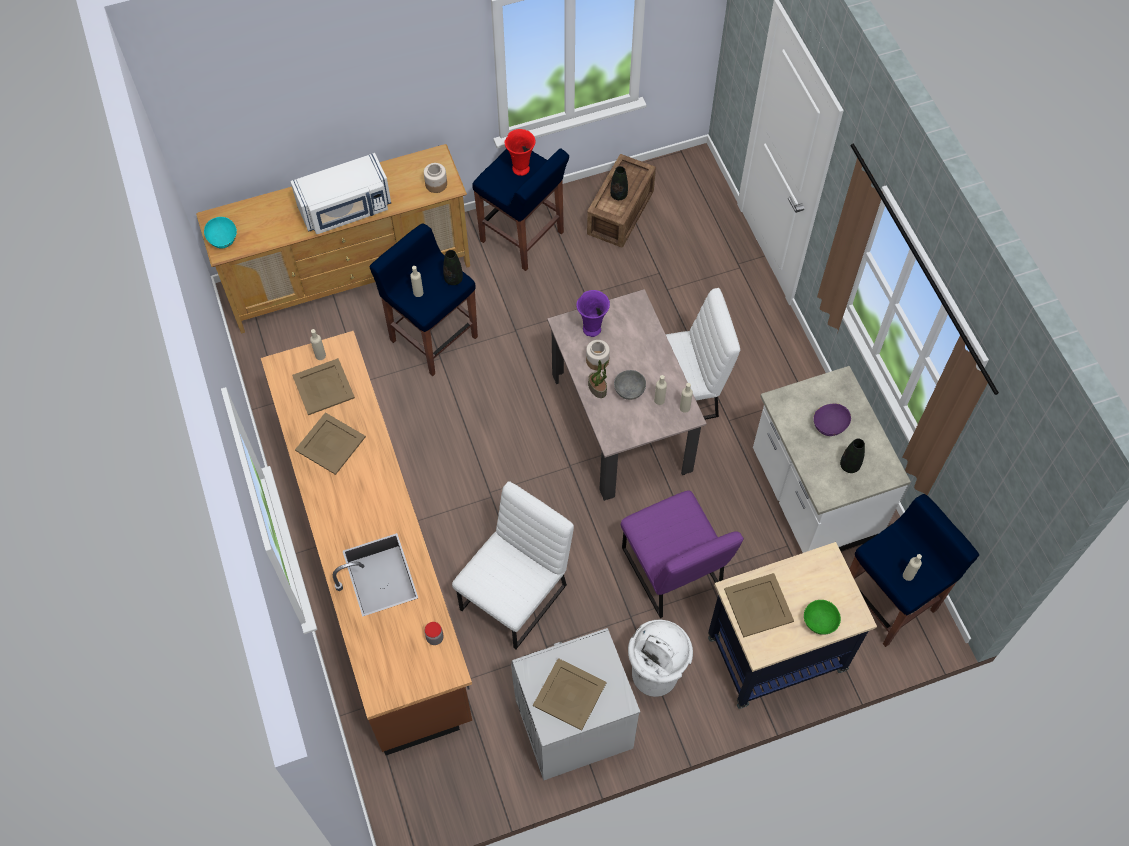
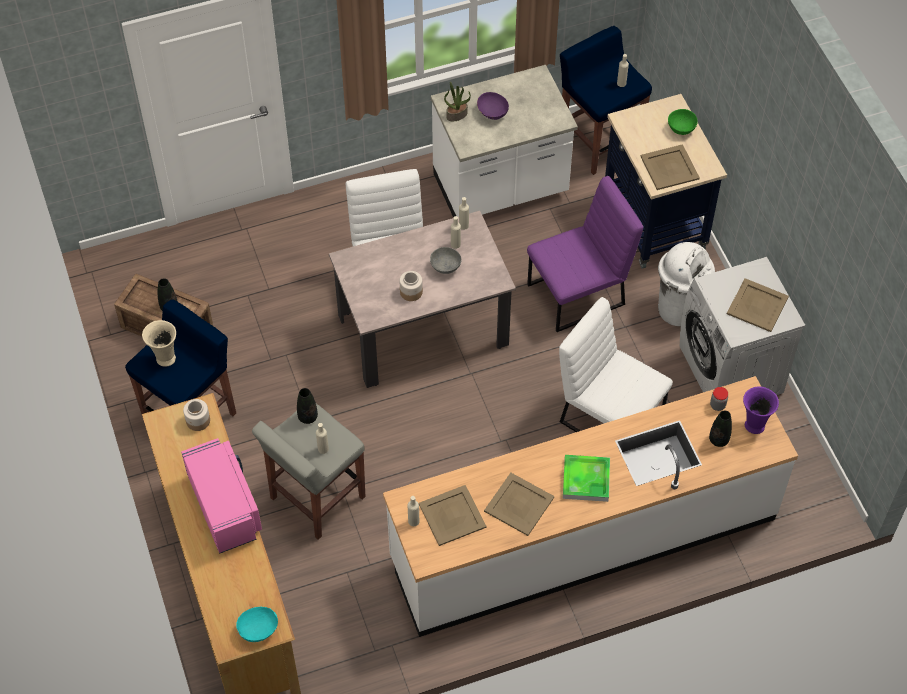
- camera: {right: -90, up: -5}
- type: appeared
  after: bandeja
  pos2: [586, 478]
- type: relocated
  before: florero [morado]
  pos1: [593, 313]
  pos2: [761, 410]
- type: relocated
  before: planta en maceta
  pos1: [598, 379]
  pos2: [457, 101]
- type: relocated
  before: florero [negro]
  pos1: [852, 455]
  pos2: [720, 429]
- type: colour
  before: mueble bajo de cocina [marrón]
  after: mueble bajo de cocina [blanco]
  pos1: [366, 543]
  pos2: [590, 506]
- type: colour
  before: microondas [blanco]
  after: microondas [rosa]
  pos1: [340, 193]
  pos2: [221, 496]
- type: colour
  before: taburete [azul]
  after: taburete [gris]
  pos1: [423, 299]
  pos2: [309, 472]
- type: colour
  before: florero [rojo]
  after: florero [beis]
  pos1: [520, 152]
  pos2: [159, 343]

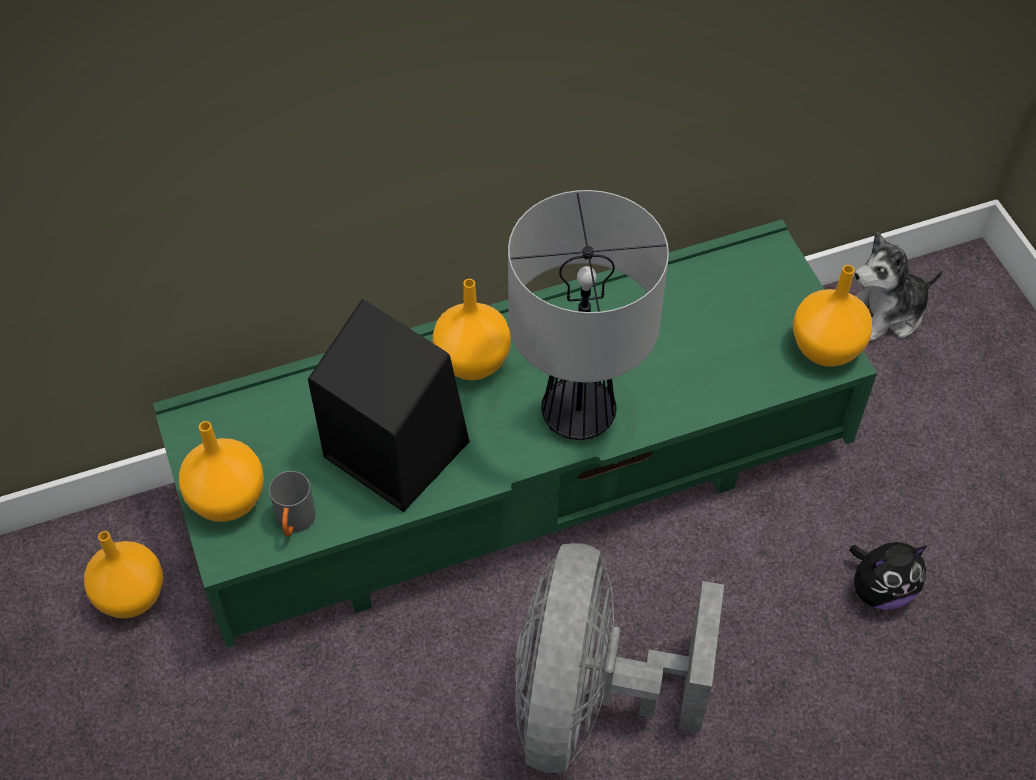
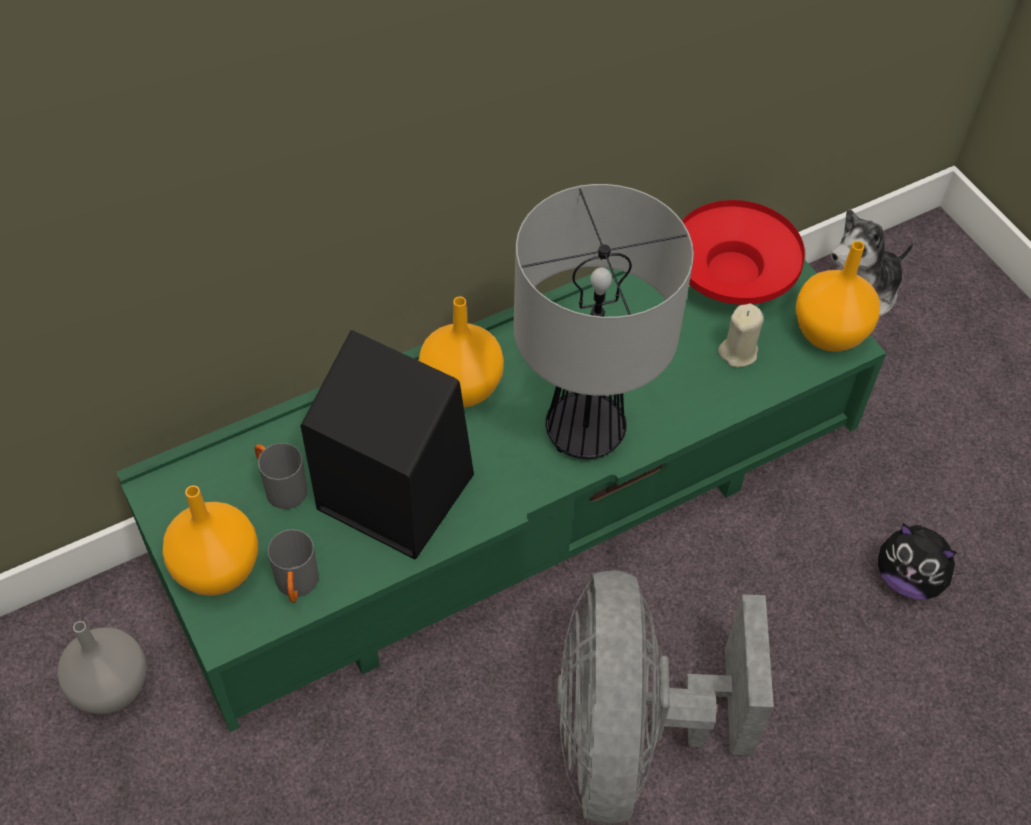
- camera: {right: -10, up: 0}
- type: appeared
  after: taza grande [gris]
  pos2: [281, 476]
- type: appeared
  after: cuenco [rojo]
  pos2: [743, 252]
- type: appeared
  after: vela [beis]
  pos2: [741, 335]
- type: colour
  before: florero [naranja]
  after: florero [gris]
  pos1: [123, 575]
  pos2: [102, 667]
- type: spun
  before: peluche
  pos1: [888, 576]
  pos2: [921, 561]
  turn: 60

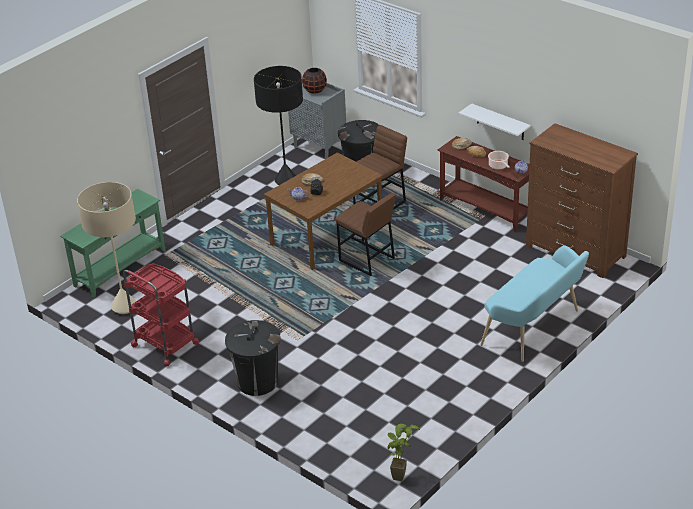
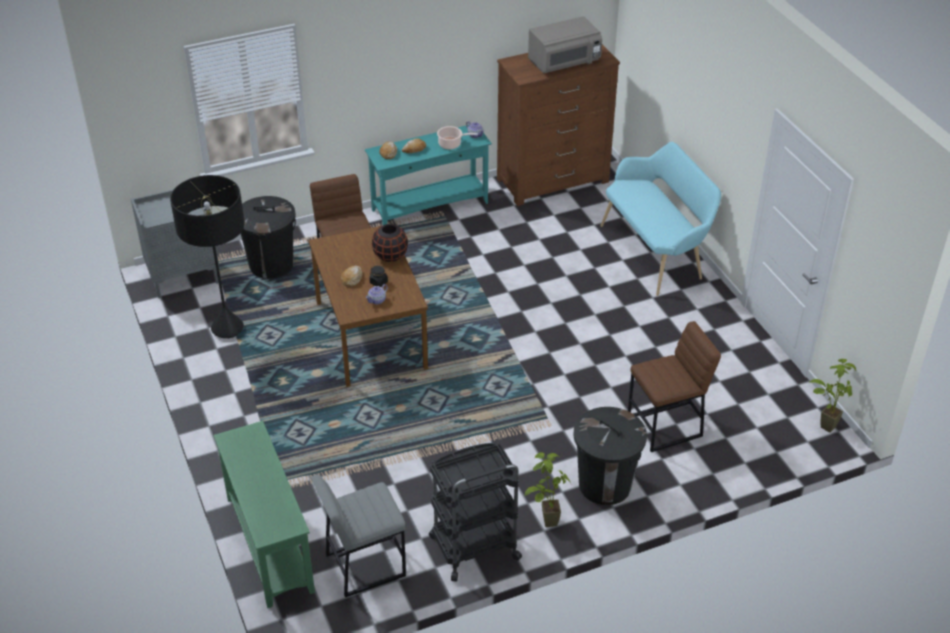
- camera: {right: -65, up: 5}
- type: missing
  before: estante [blanco]
  pos1: [494, 121]
- type: appeared
  after: planta en maceta
  pos2: [548, 489]
- type: appeared
  after: microondas [gris]
  pos2: [565, 44]
- type: relocated
  before: florero [negro]
  pos1: [314, 81]
  pos2: [390, 243]
- type: relocated
  before: silla [marrón]
  pos1: [365, 234]
  pos2: [674, 386]
- type: exchanged
  before: lámpara de pie [beis]
  after: silla [gris]
  pos1: [106, 248]
  pos2: [358, 536]
- type: colour
  before: carrito [rojo]
  after: carrito [negro]
  pos1: [161, 314]
  pos2: [475, 511]
- type: colour
  before: mesa consola [marrón]
  after: mesa consola [turquesa]
  pos1: [483, 184]
  pos2: [428, 175]

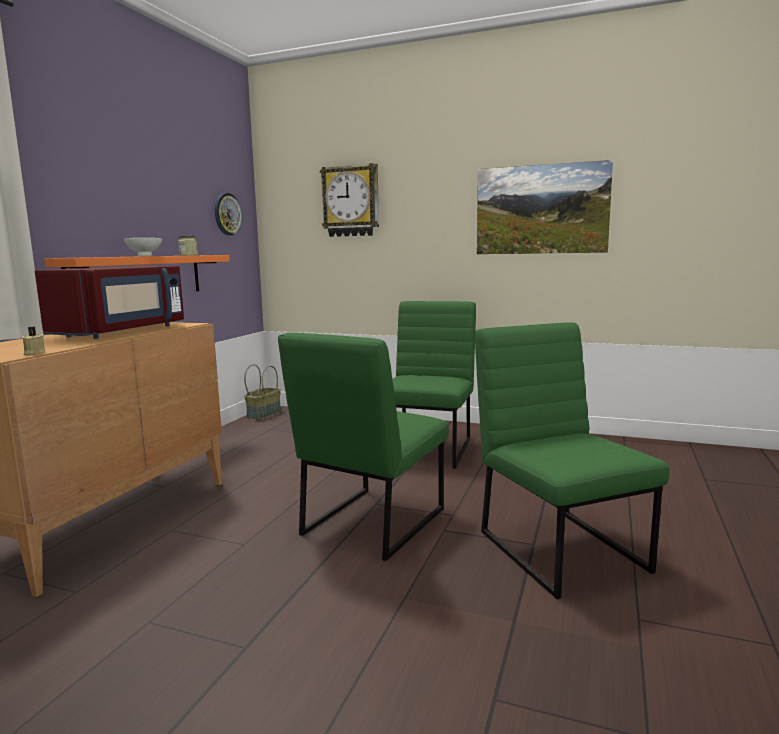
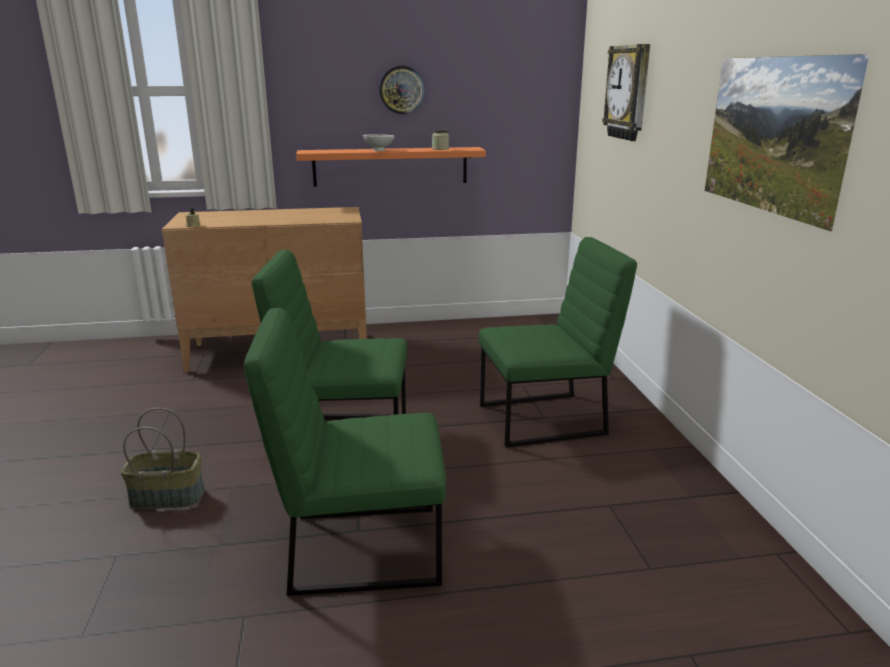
- camera: {right: 60, up: 10}
- type: missing
  before: microondas [rojo]
  pos1: [109, 302]
- type: relocated
  before: reloj de pared
  pos1: [228, 214]
  pos2: [402, 90]
- type: relocated
  before: cesta
  pos1: [262, 391]
  pos2: [162, 458]
- type: spun
  before: silla [verde]
  pos1: [572, 460]
  pos2: [345, 452]
  turn: -135

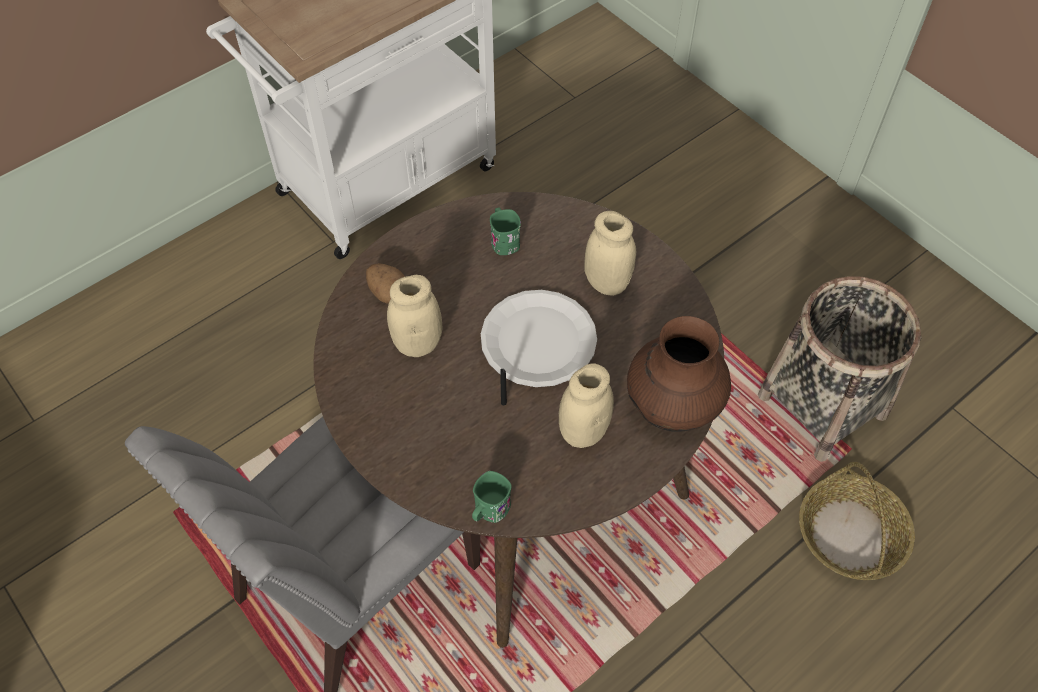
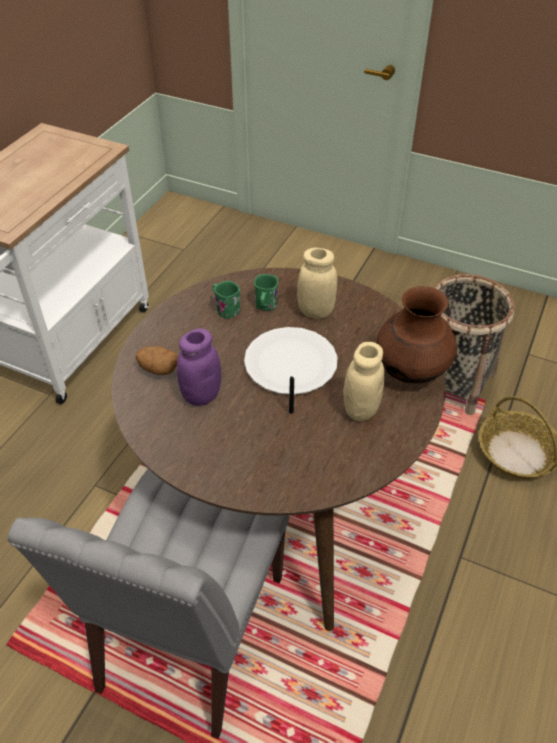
- camera: {right: -25, up: -10}
- type: relocated
  before: taza grande [verde]
  pos1: [492, 497]
  pos2: [266, 292]
- type: colour
  before: tarro [beis]
  after: tarro [morado]
  pos1: [415, 316]
  pos2: [199, 367]

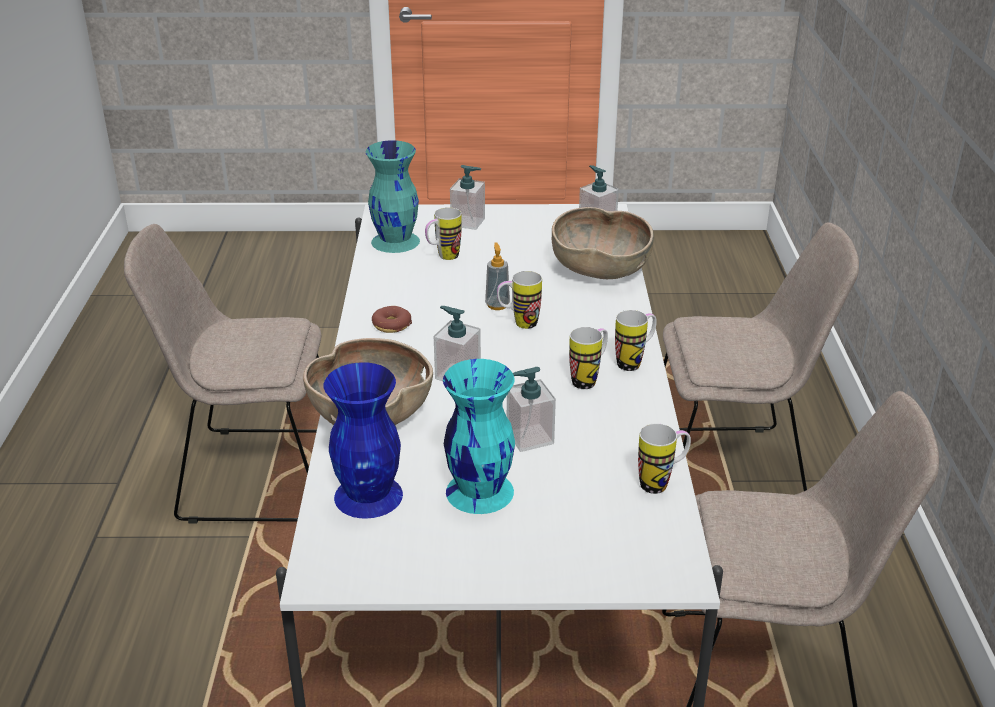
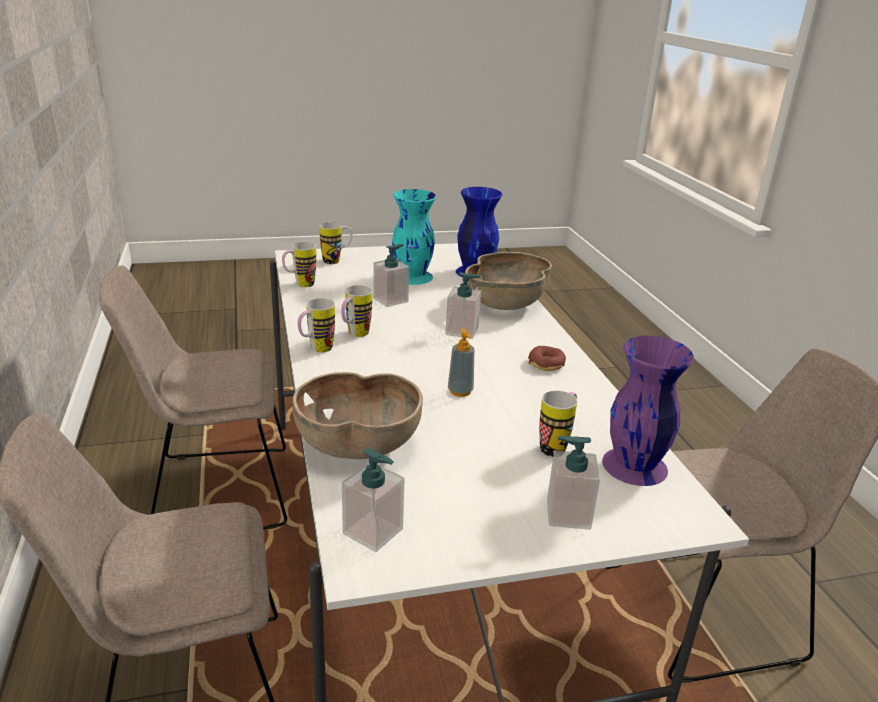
- camera: {right: 165, up: -5}
- type: relocated
  before: taza grande
  pos1: [519, 300]
  pos2: [335, 243]
- type: colour
  before: florero [turquesa]
  after: florero [morado]
  pos1: [393, 196]
  pos2: [648, 411]

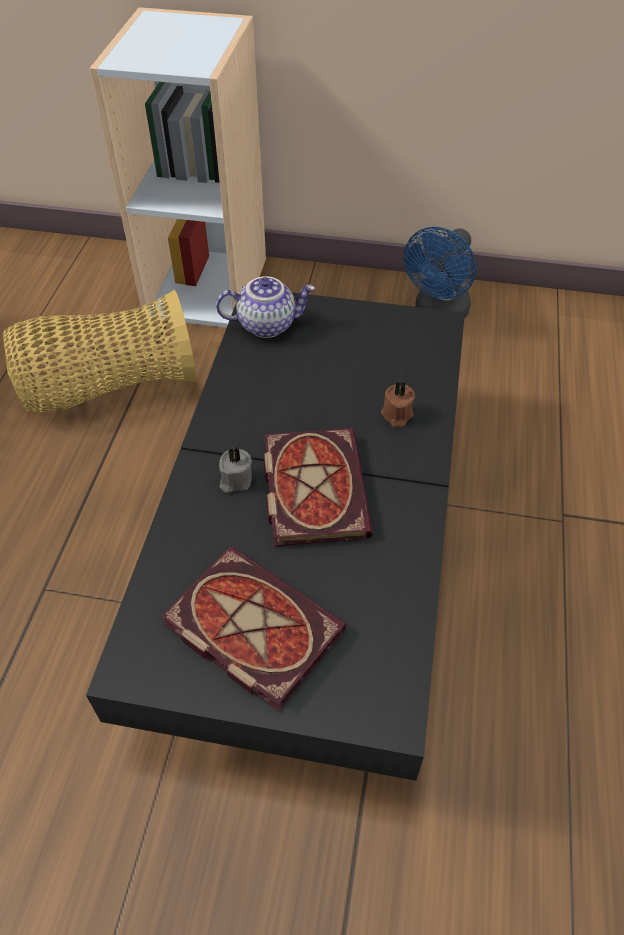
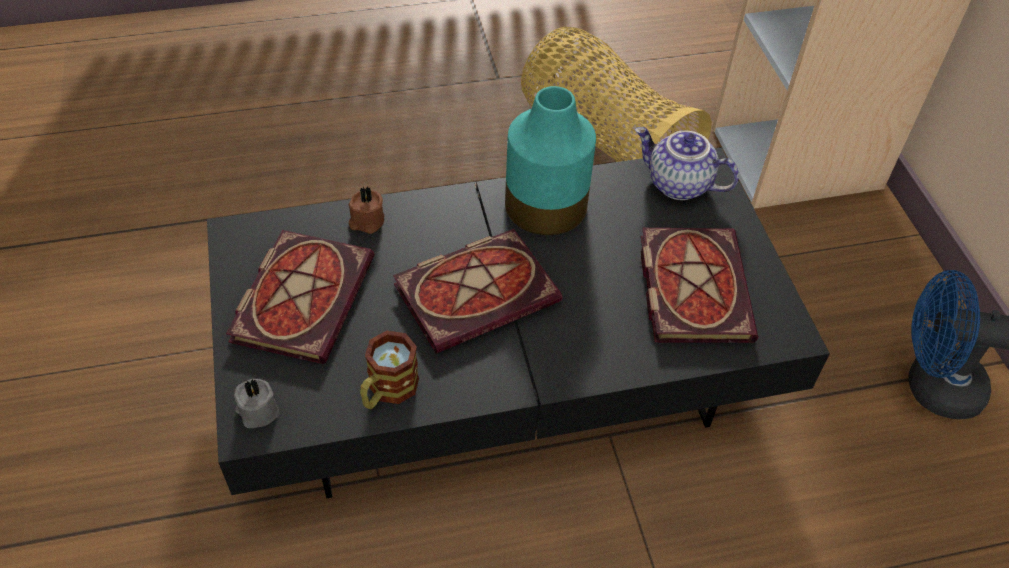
- camera: {right: 65, up: 0}
- type: appeared
  after: taza grande
  pos2: [389, 370]
- type: appeared
  after: florero [turquesa]
  pos2: [550, 160]
- type: appeared
  after: libro
  pos2: [699, 285]
- type: relocated
  before: vela [gris]
  pos1: [235, 470]
  pos2: [257, 403]
- type: relocated
  before: vela [marrón]
  pos1: [398, 404]
  pos2: [366, 210]
- type: spun
  before: tetera
  pos1: [265, 307]
  pos2: [687, 163]
  turn: 150

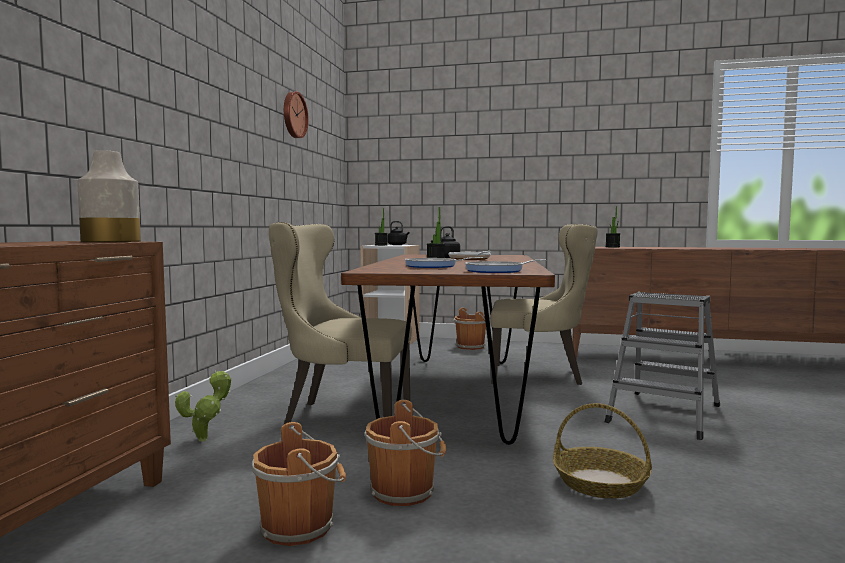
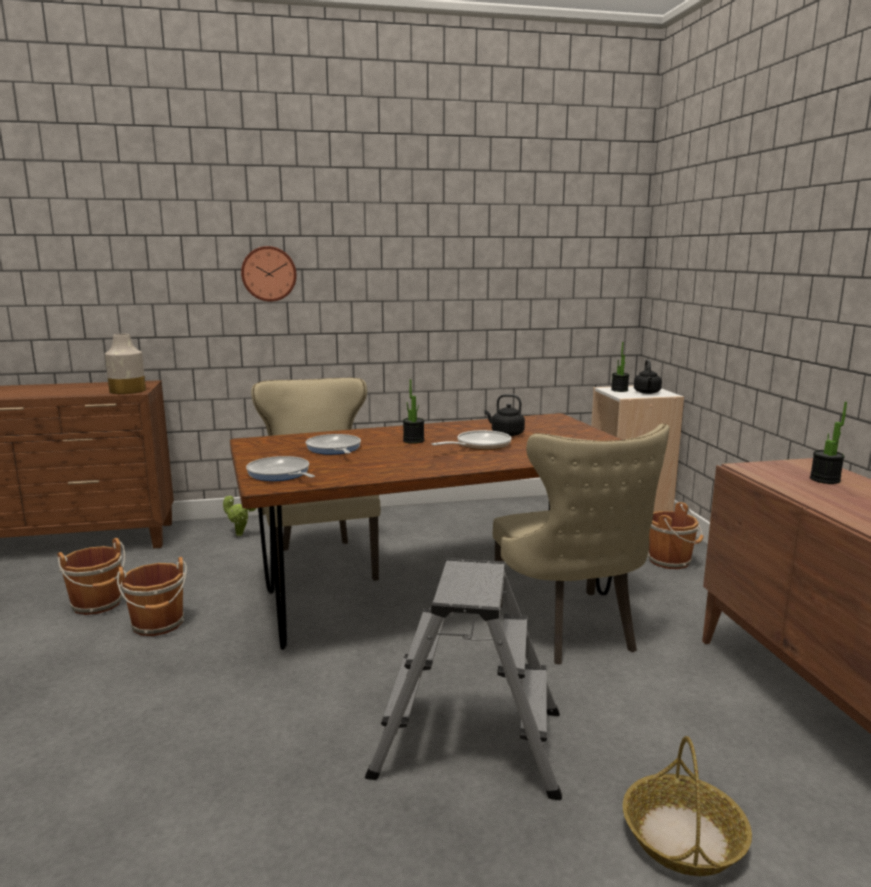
- camera: {right: 65, up: 10}
- type: relocated
  before: reloj de pared
  pos1: [296, 114]
  pos2: [269, 274]
- type: relocated
  before: cesta
  pos1: [602, 450]
  pos2: [687, 806]

